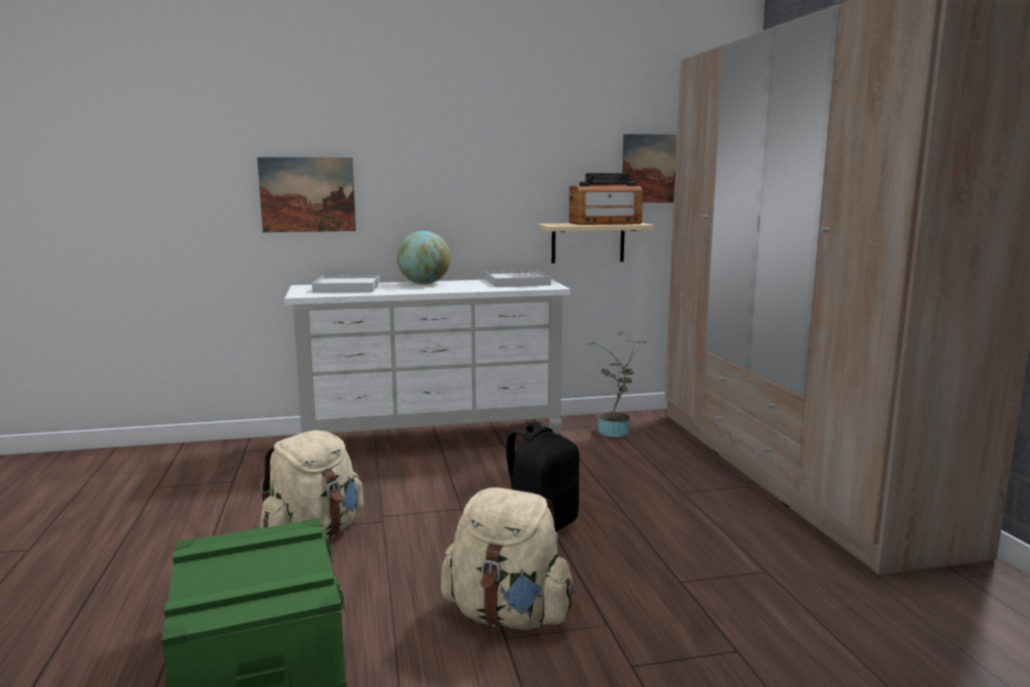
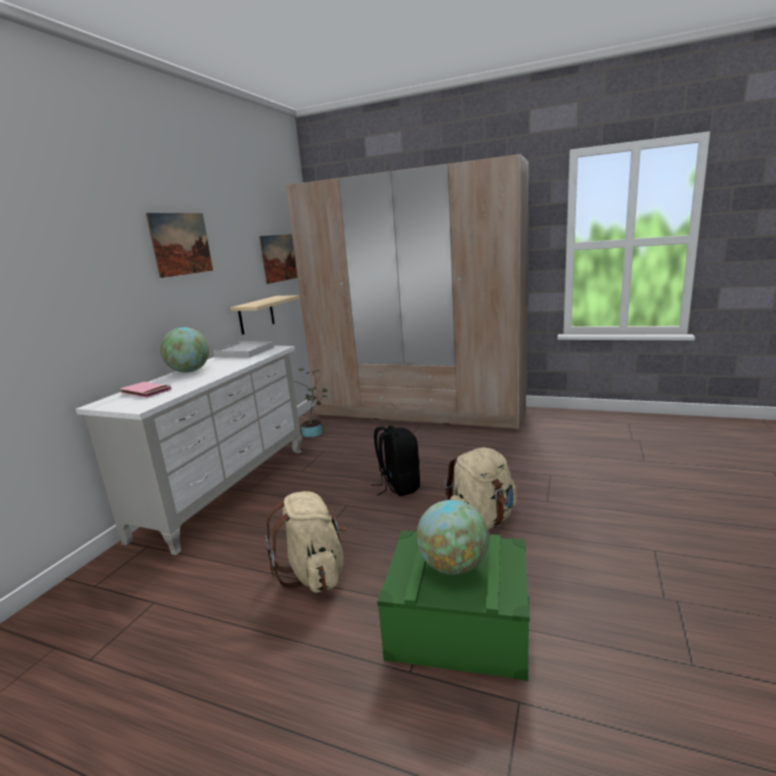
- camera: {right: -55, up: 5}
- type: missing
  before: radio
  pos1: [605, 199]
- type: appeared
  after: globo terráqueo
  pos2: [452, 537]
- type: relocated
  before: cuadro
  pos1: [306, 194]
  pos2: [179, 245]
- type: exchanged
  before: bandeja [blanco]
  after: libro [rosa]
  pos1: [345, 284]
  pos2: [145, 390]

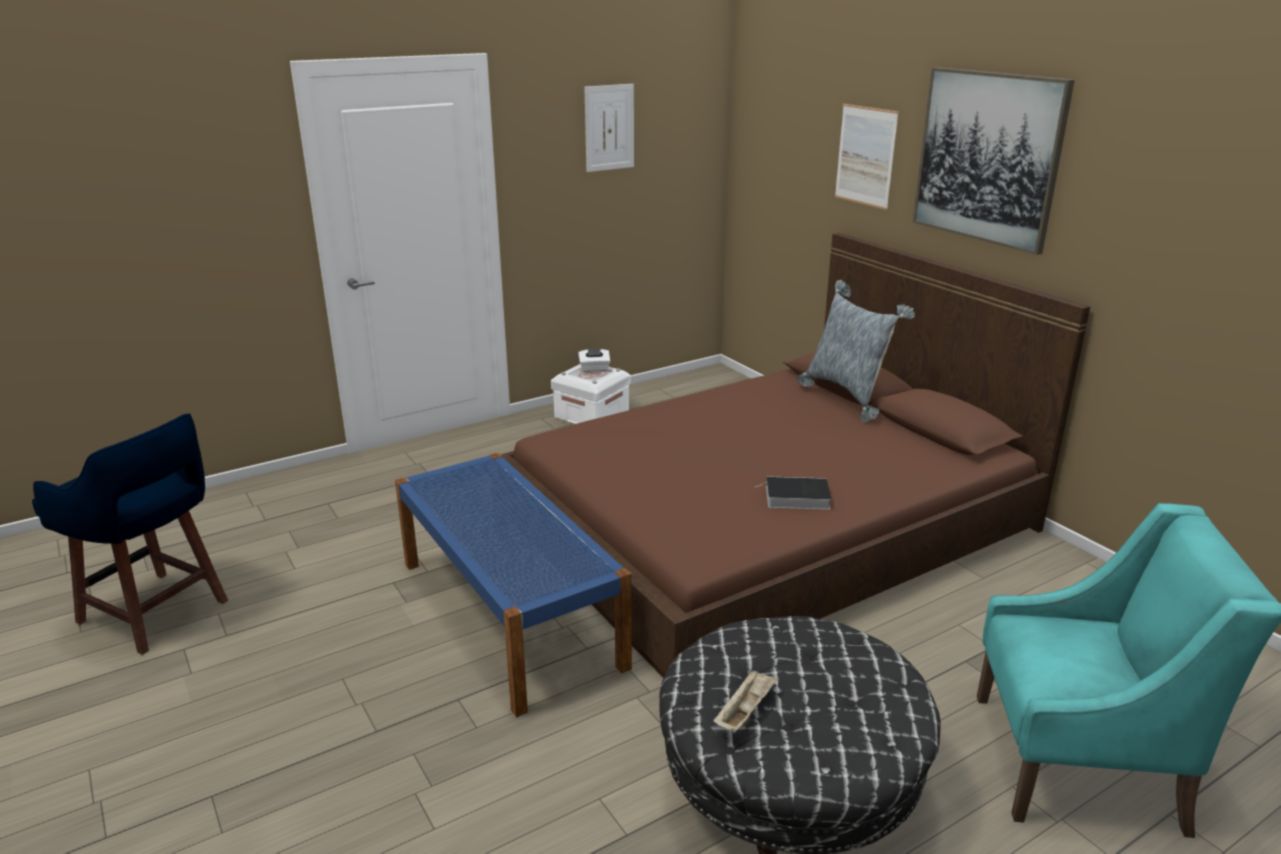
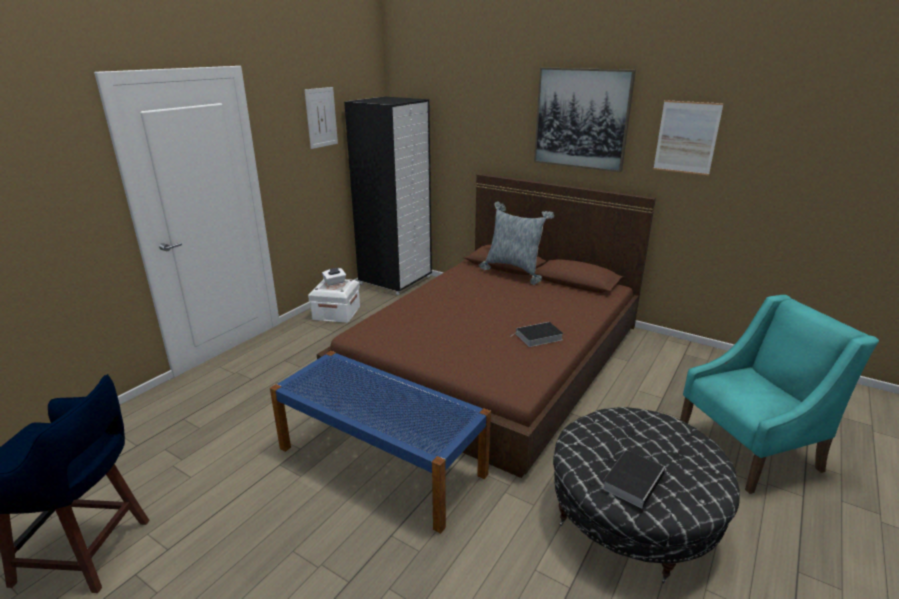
- camera: {right: -25, up: 0}
- type: appeared
  after: armario ropero
  pos2: [388, 196]
- type: relocated
  before: cuadro
  pos1: [867, 157]
  pos2: [688, 137]
- type: exchanged
  before: bandeja [beis]
  after: libro
  pos1: [746, 701]
  pos2: [633, 479]

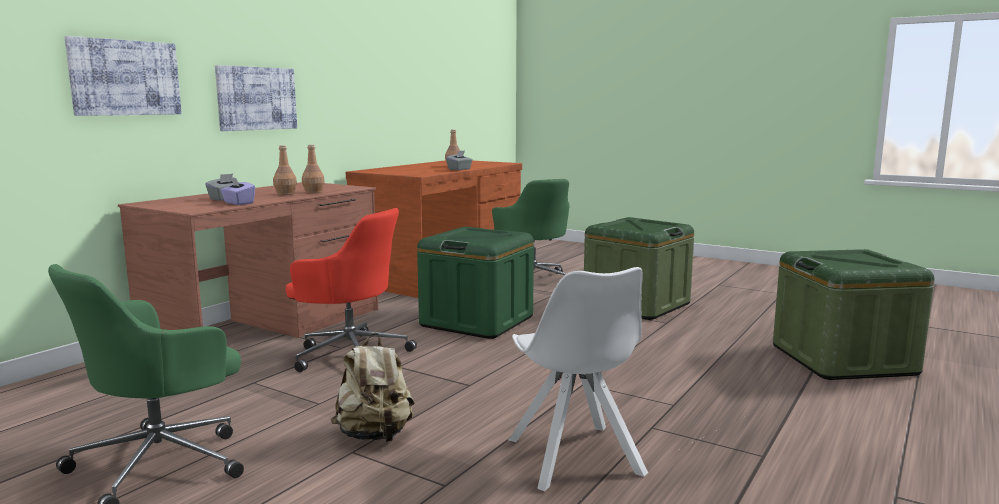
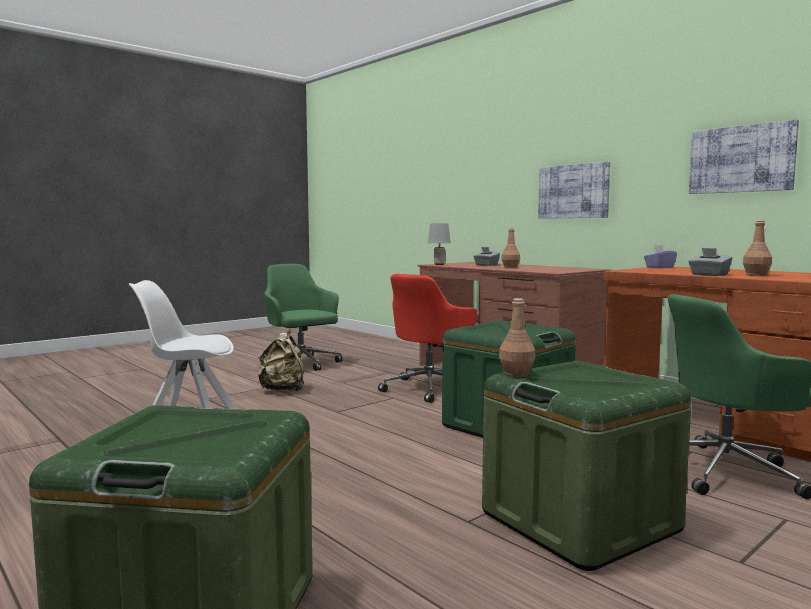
- camera: {right: 105, up: -5}
- type: appeared
  after: lámpara de mesa [gris]
  pos2: [439, 244]
- type: relocated
  before: cuadro
  pos1: [123, 76]
  pos2: [744, 156]
- type: relocated
  before: caja de pañuelos [morado]
  pos1: [237, 191]
  pos2: [660, 256]
- type: relocated
  before: botella [marrón]
  pos1: [313, 169]
  pos2: [517, 337]

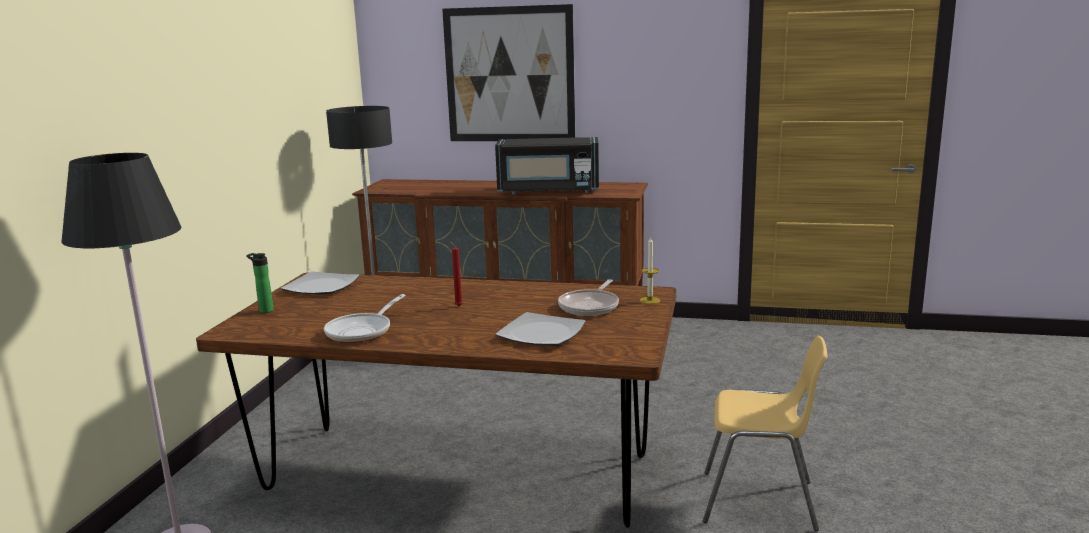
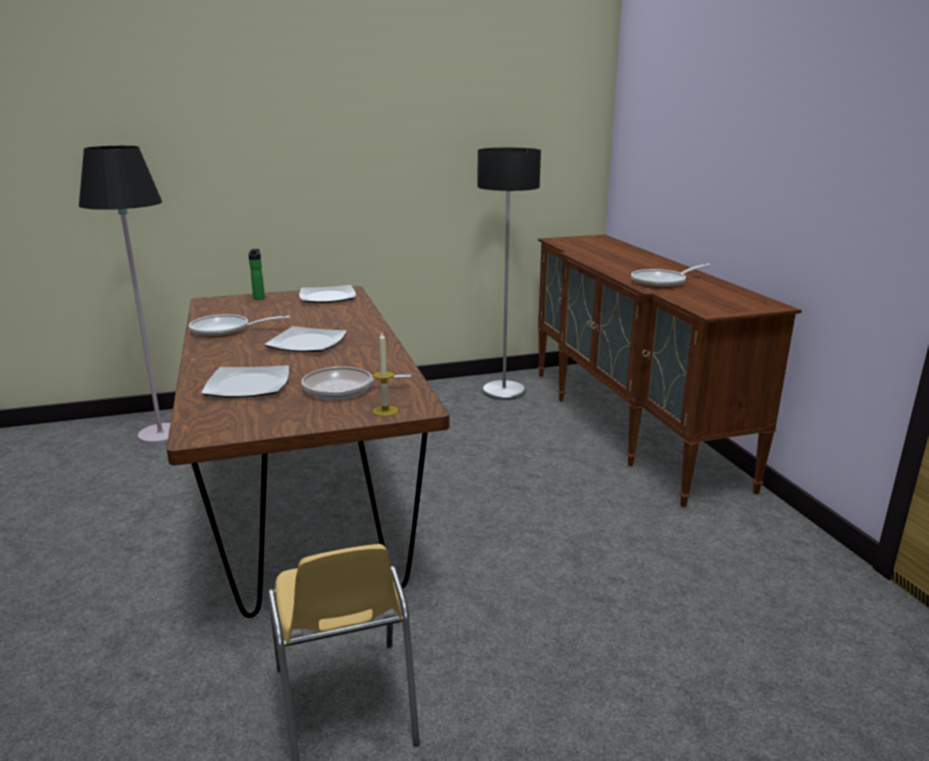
- camera: {right: 60, up: 5}
- type: missing
  before: cuadro
  pos1: [508, 72]
- type: exchanged
  before: vela [rojo]
  after: plato
  pos1: [456, 273]
  pos2: [305, 339]
- type: exchanged
  before: microondas [negro]
  after: sartén
  pos1: [547, 165]
  pos2: [670, 275]

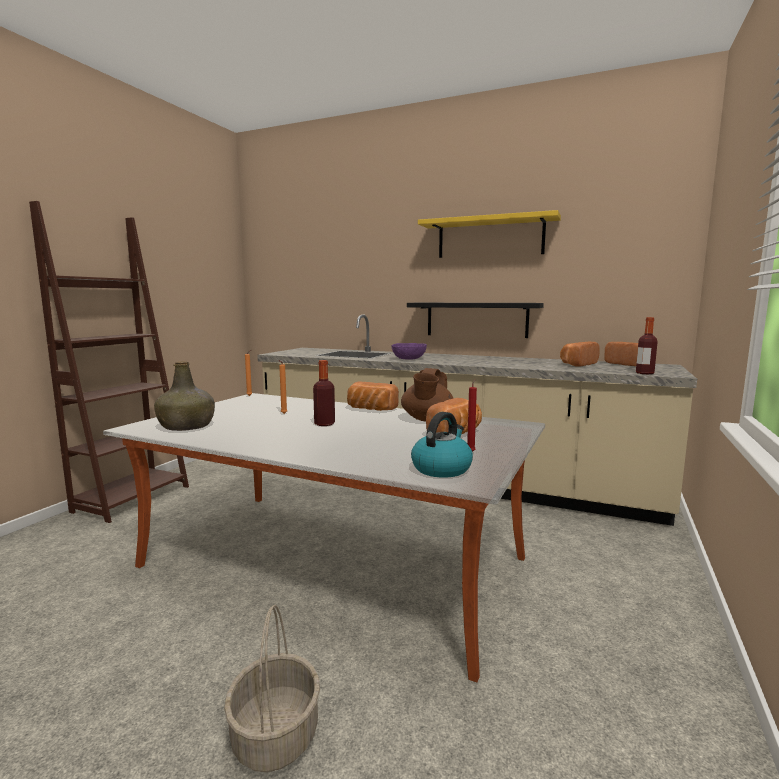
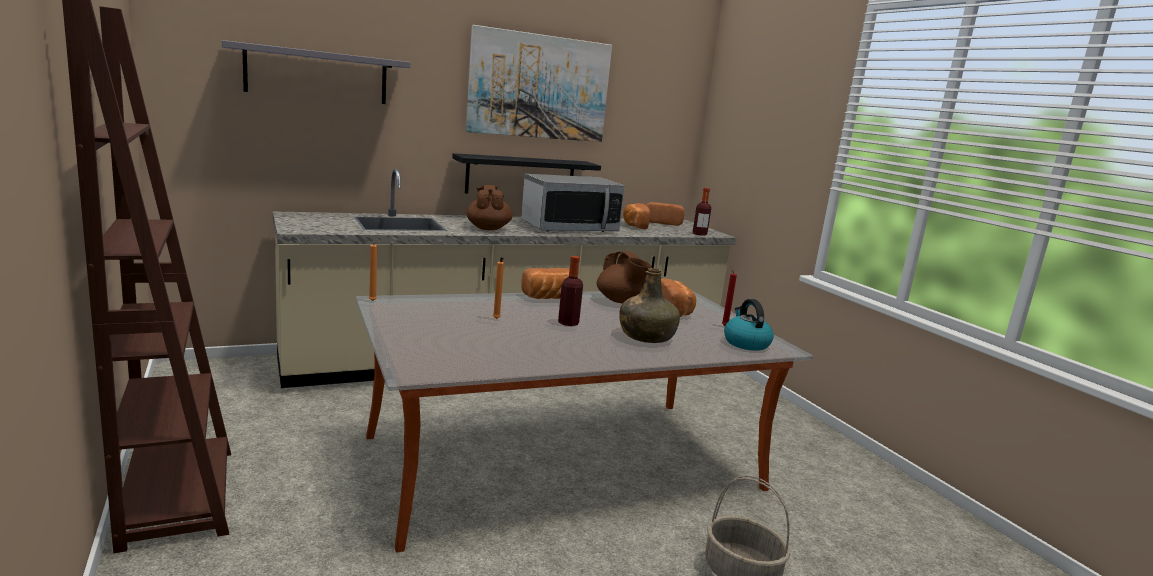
- camera: {right: -50, up: 5}
- type: appeared
  after: estante [gris]
  pos2: [316, 72]
- type: appeared
  after: microondas
  pos2: [573, 203]
- type: relocated
  before: botella [verde]
  pos1: [184, 396]
  pos2: [649, 305]
- type: exchanged
  before: cuenco [morado]
  after: tetera [marrón]
  pos1: [409, 351]
  pos2: [489, 207]
- type: exchanged
  before: estante [amarillo]
  after: cuadro
  pos1: [489, 234]
  pos2: [539, 83]

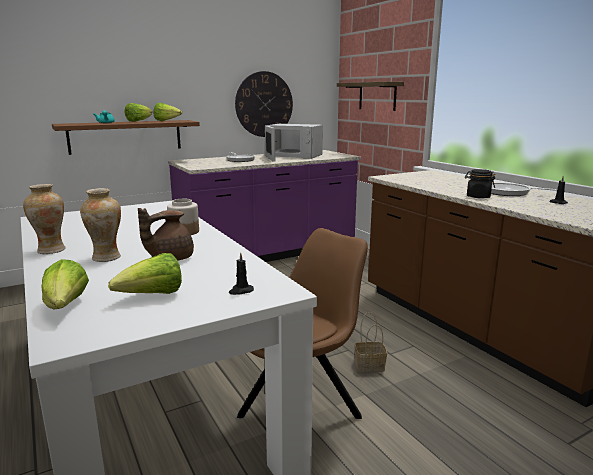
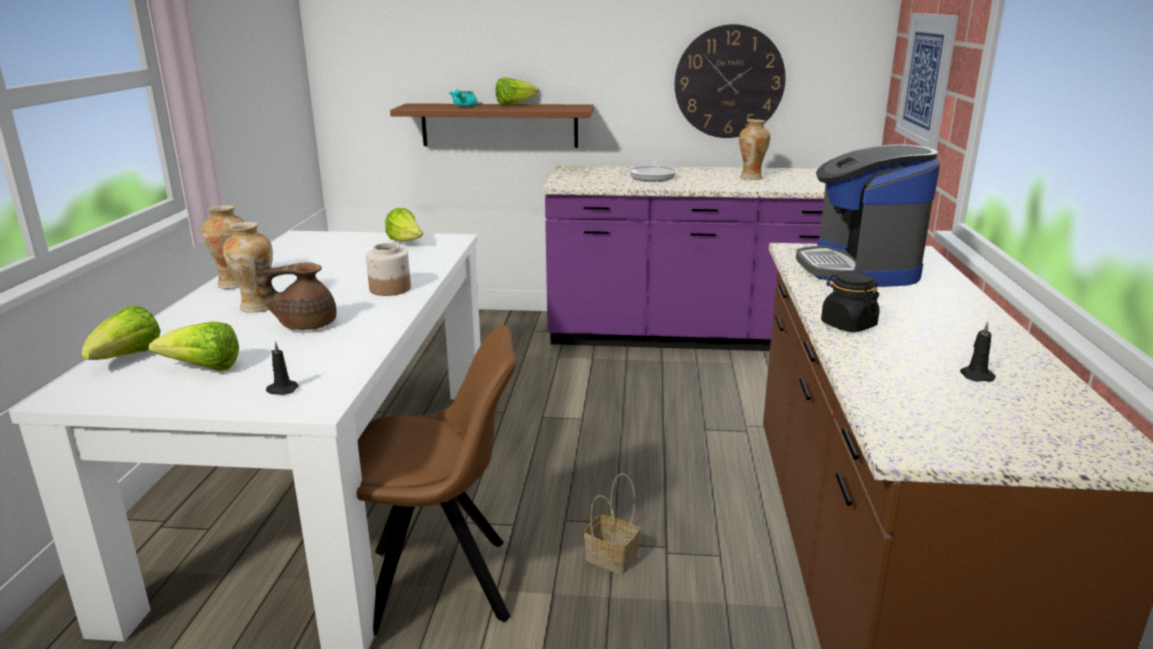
- camera: {right: 35, up: 5}
- type: missing
  before: sartén
  pos1: [524, 189]
- type: appeared
  after: cafetera
  pos2: [868, 215]
- type: relocated
  before: lechuga
  pos1: [168, 112]
  pos2: [404, 225]
- type: exchanged
  before: microondas [blanco]
  after: florero
  pos1: [294, 143]
  pos2: [754, 149]
- type: exchanged
  before: estante
  after: cuadro
  pos1: [370, 96]
  pos2: [927, 82]

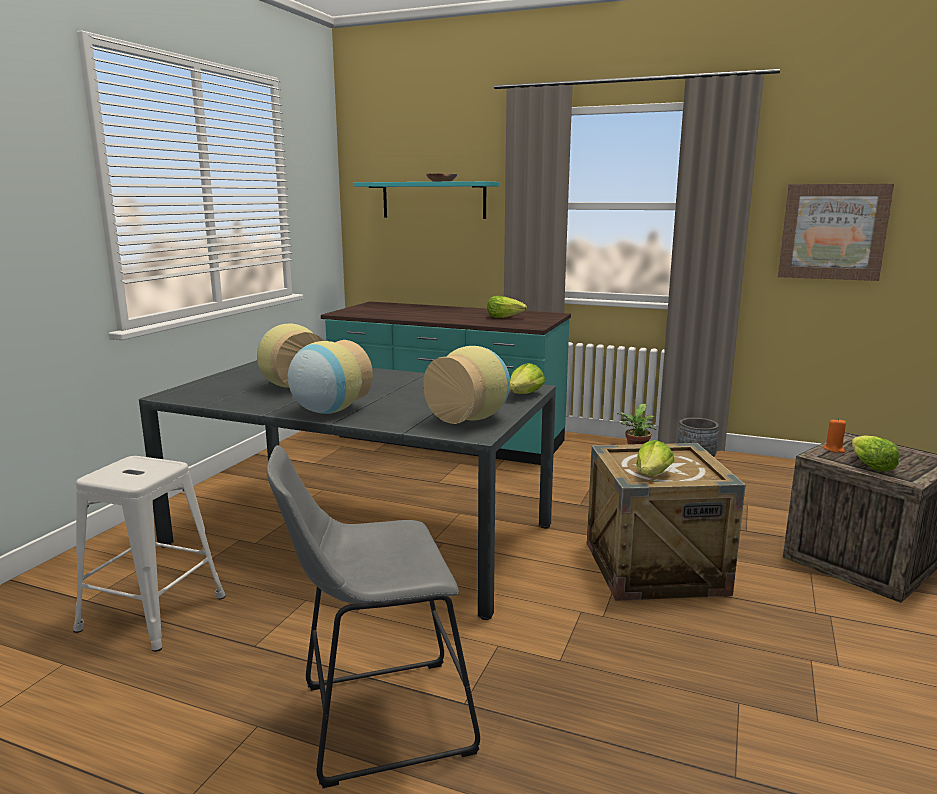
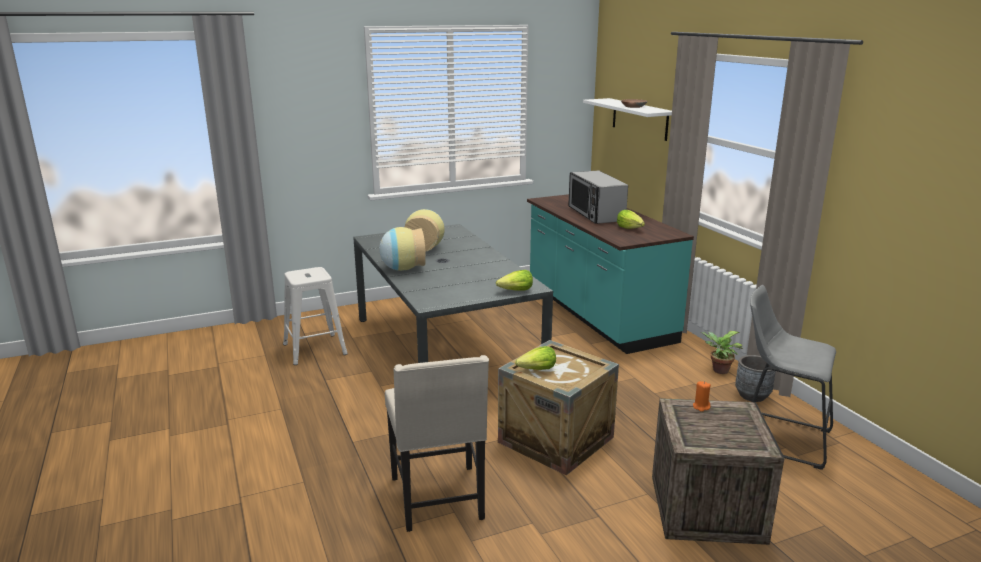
- camera: {right: 45, up: 5}
- type: missing
  before: florero
  pos1: [466, 385]
- type: missing
  before: cuadro
  pos1: [836, 232]
- type: missing
  before: lechuga
  pos1: [876, 453]
- type: appeared
  after: silla [beis]
  pos2: [437, 443]
- type: appeared
  after: microondas
  pos2: [598, 197]
- type: relocated
  before: taburete [gris]
  pos1: [373, 616]
  pos2: [793, 377]
- type: colour
  before: estante [turquesa]
  after: estante [blanco]
  pos1: [426, 200]
  pos2: [627, 119]

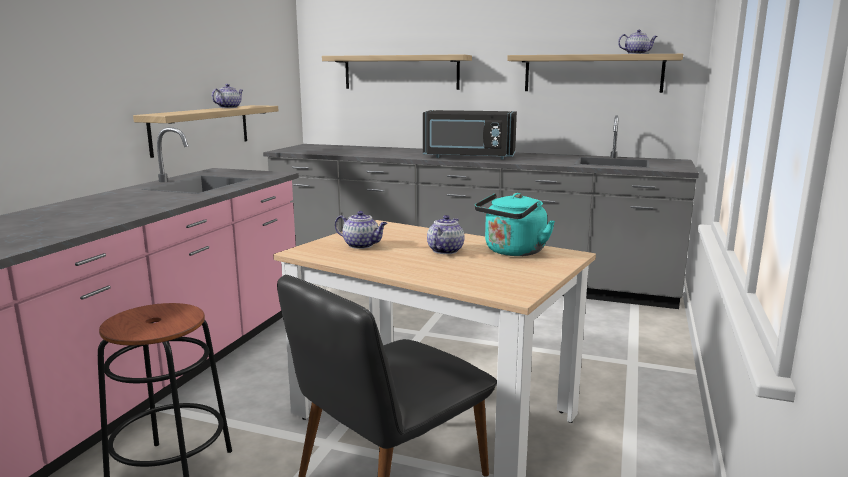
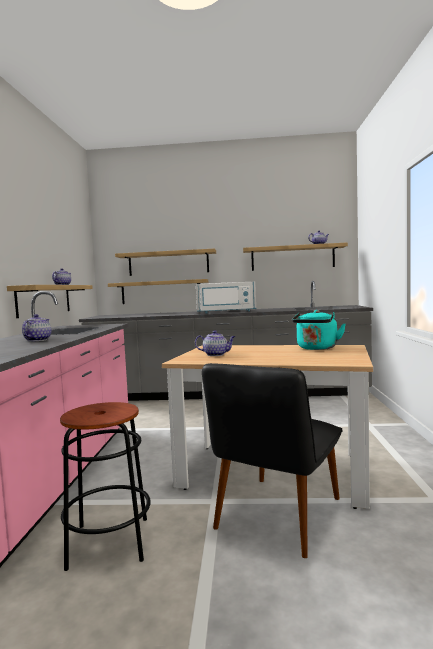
- camera: {right: -15, up: -10}
- type: appeared
  after: estante
  pos2: [158, 291]
- type: relocated
  before: tetera
  pos1: [446, 234]
  pos2: [36, 327]
- type: colour
  before: microondas [negro]
  after: microondas [blanco]
  pos1: [470, 135]
  pos2: [226, 297]

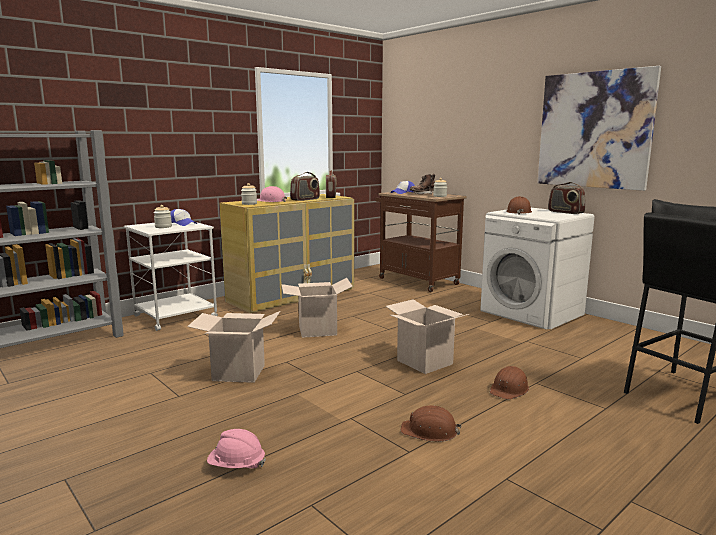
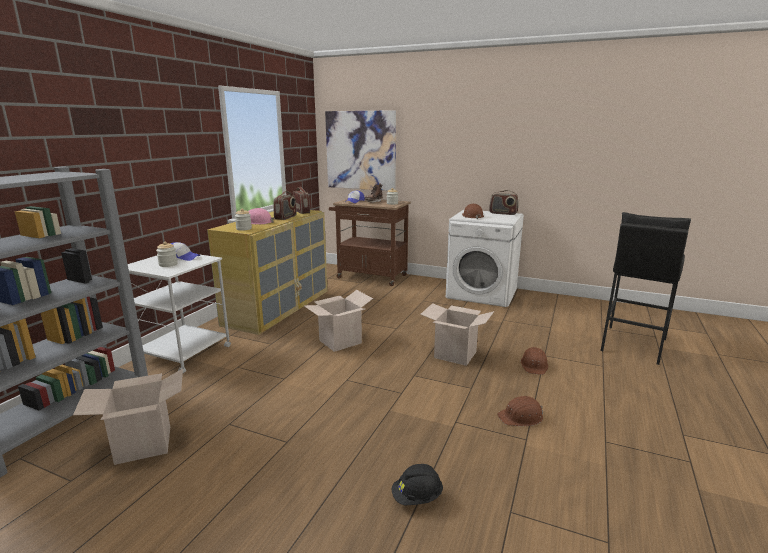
- camera: {right: -25, up: 5}
- type: relocated
  before: caja de cartón
  pos1: [233, 347]
  pos2: [128, 417]
- type: relocated
  before: cuadro
  pos1: [599, 128]
  pos2: [360, 150]
- type: colour
  before: casco [rosa]
  after: casco [negro]
  pos1: [236, 449]
  pos2: [417, 484]

